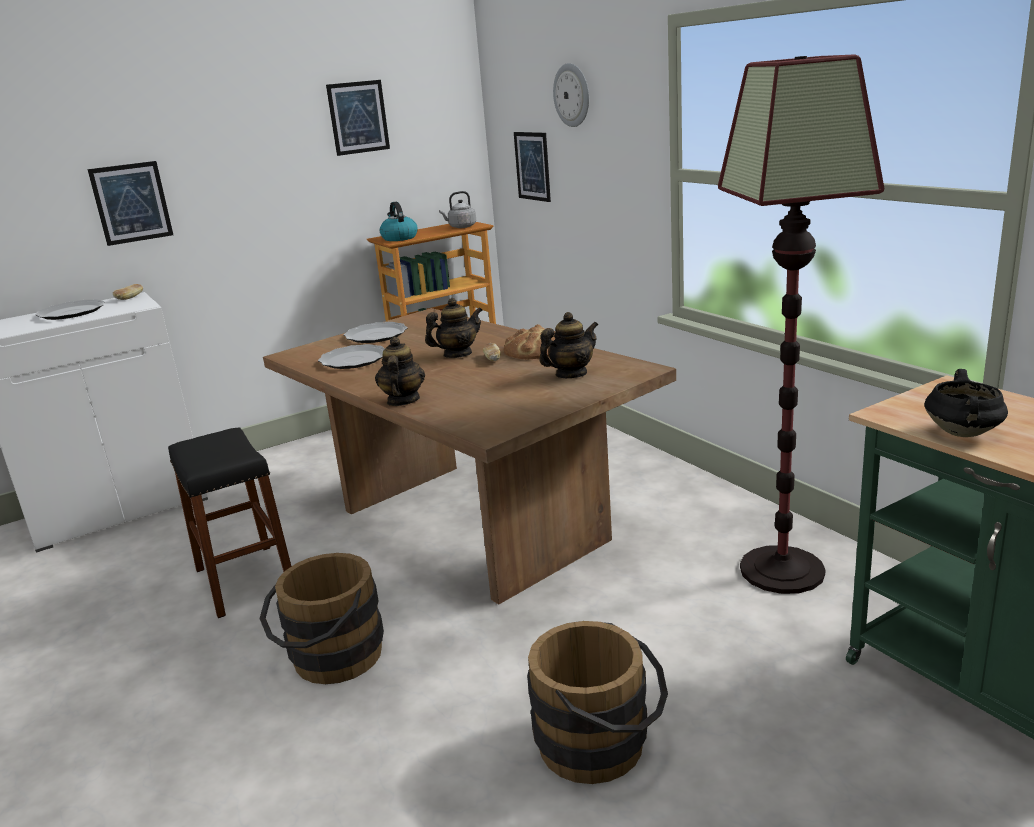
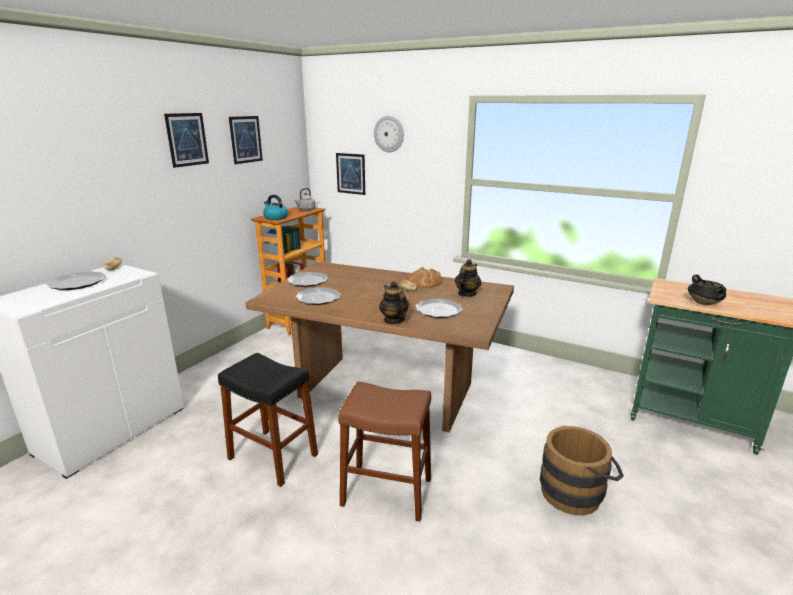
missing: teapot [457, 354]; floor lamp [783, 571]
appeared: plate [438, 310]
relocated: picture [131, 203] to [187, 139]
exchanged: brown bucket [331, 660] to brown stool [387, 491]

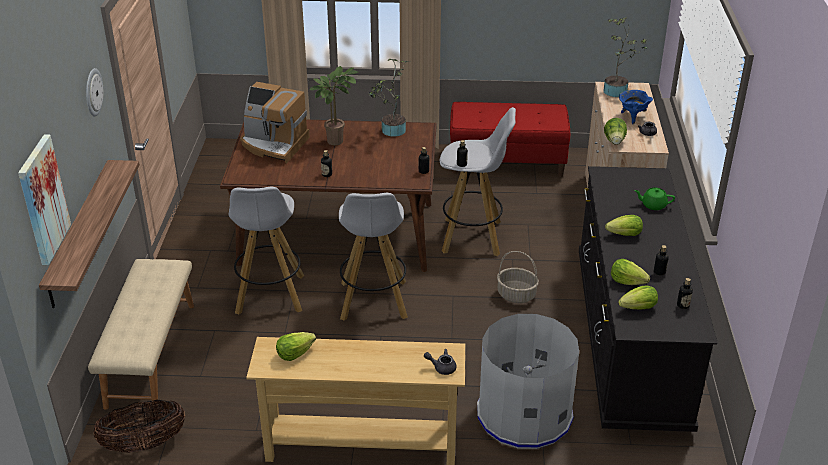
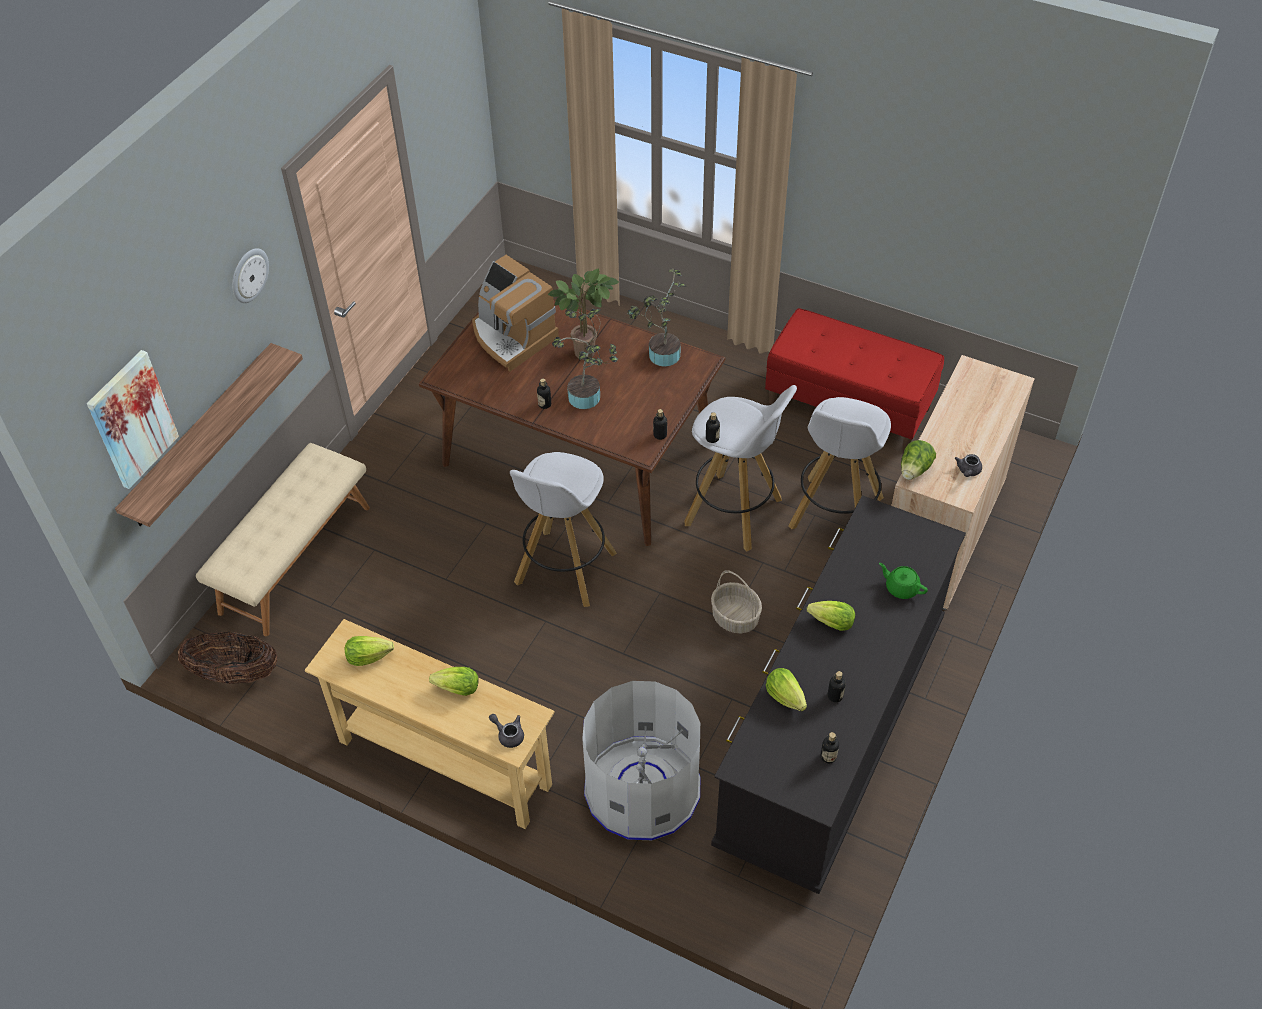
missing: blue cooking pot [632, 117]
relocated: lettuce [638, 308] to [458, 689]; potted plant [618, 91] to [588, 398]; white stool [270, 295] to [835, 514]

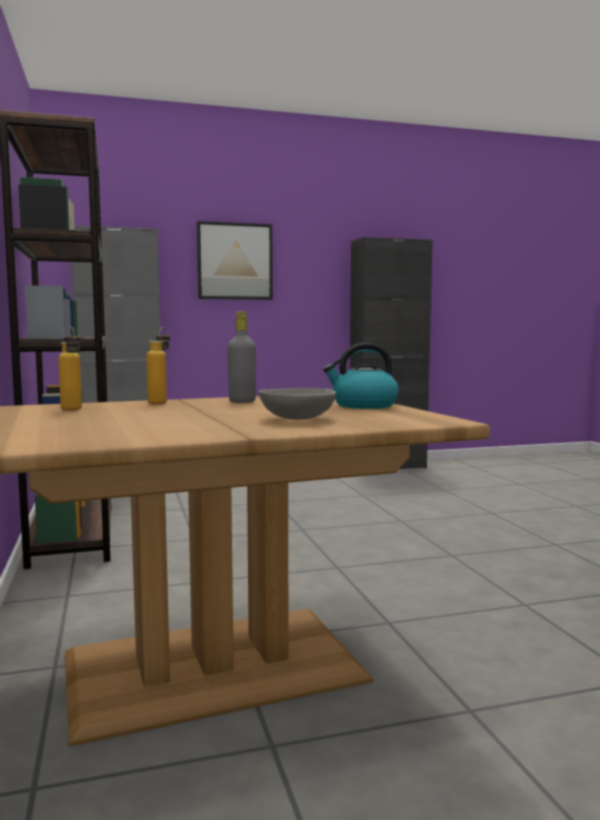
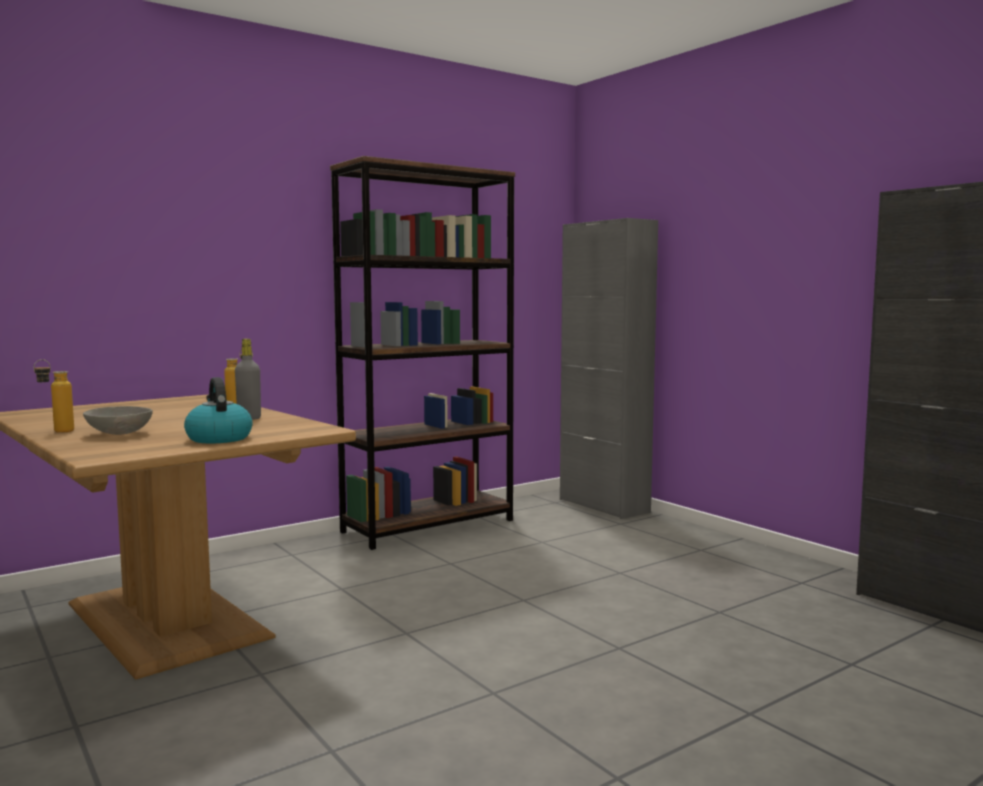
missing: picture [235, 261]
relocated: bottle [73, 410] to [56, 432]

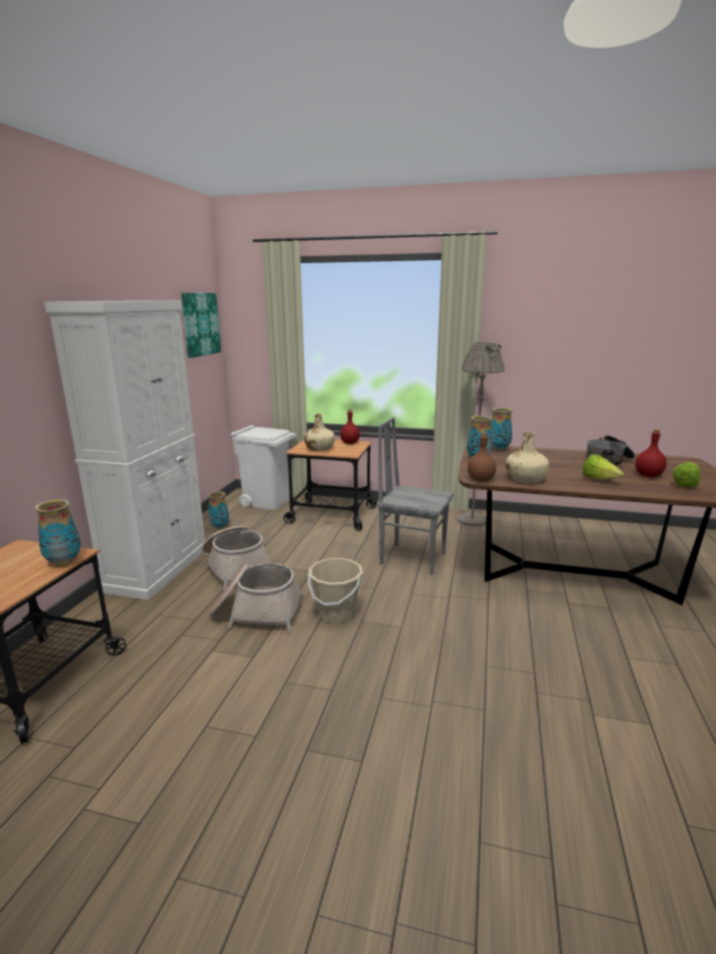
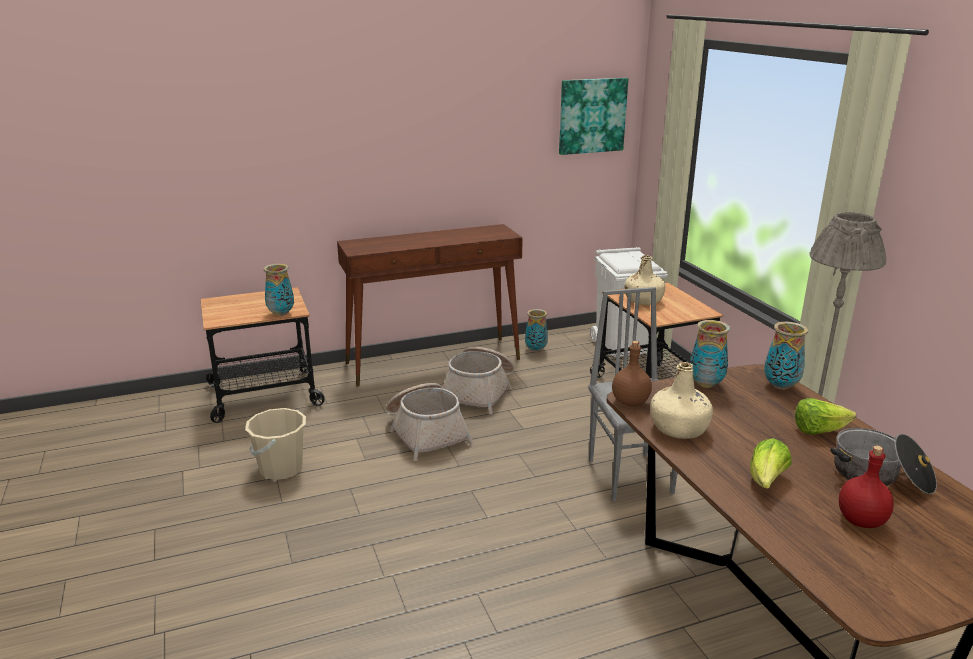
missing: red bottle [350, 443]
relocated: beige bucket [336, 613] to [281, 468]; lettuce [685, 484] to [818, 431]
exchanged: white cabinet [158, 569] to brown console table [434, 361]

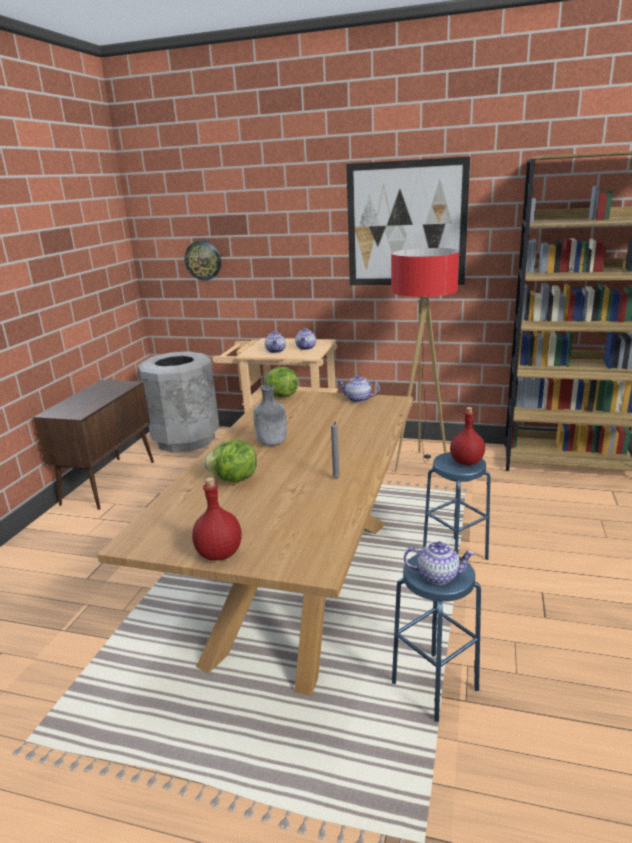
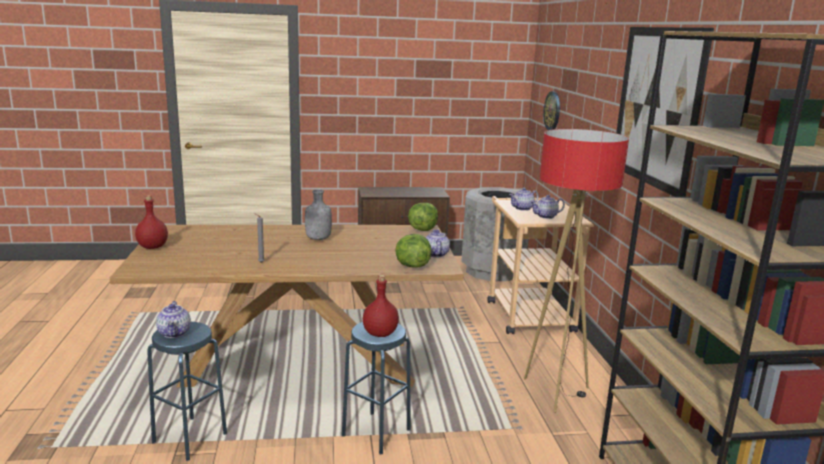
relocated: lettuce [234, 480] to [411, 266]

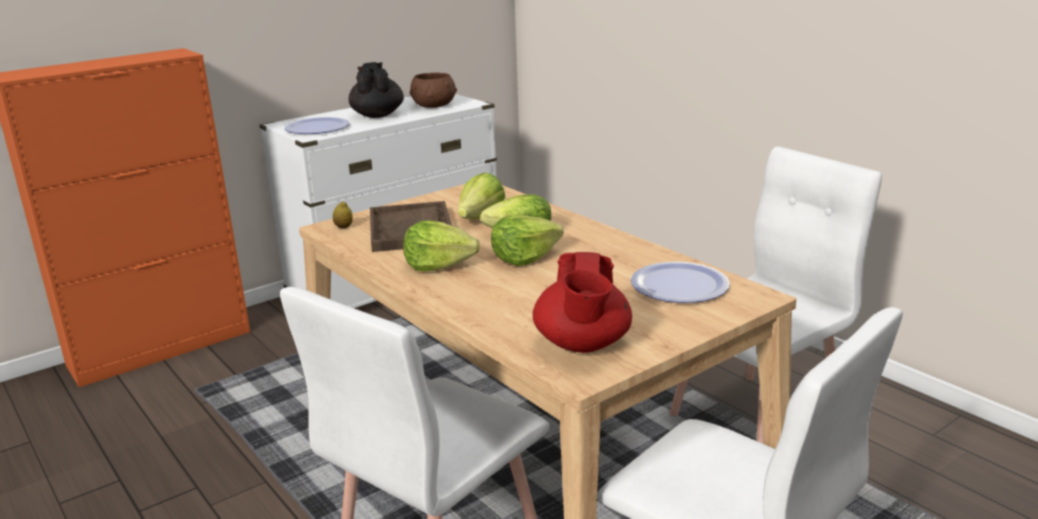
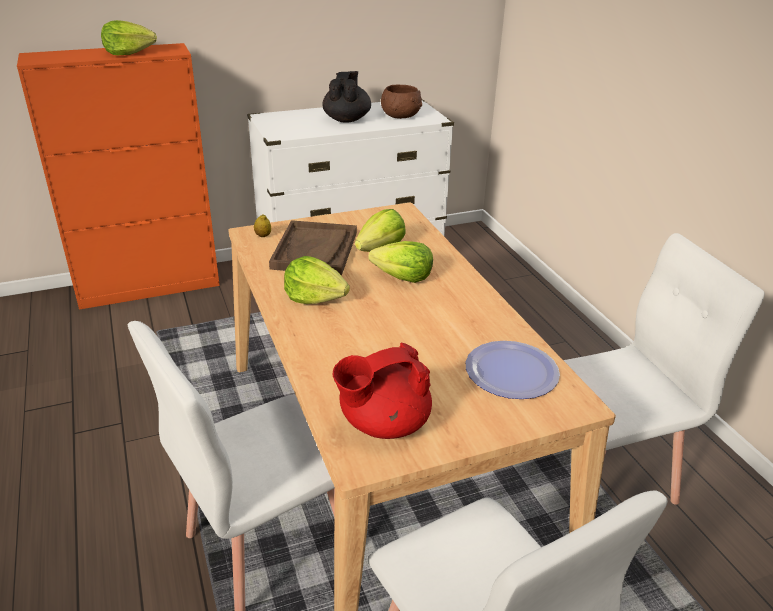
missing: plate [317, 128]
relocated: lettuce [524, 258] to [128, 53]
spun: red teapot [582, 345] = [382, 424] 45 degrees clockwise

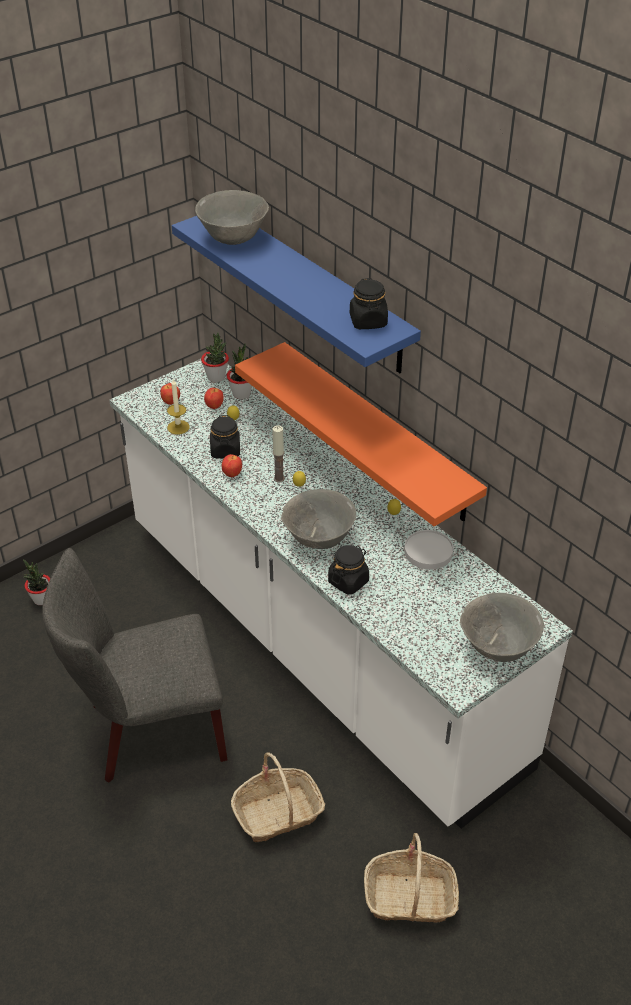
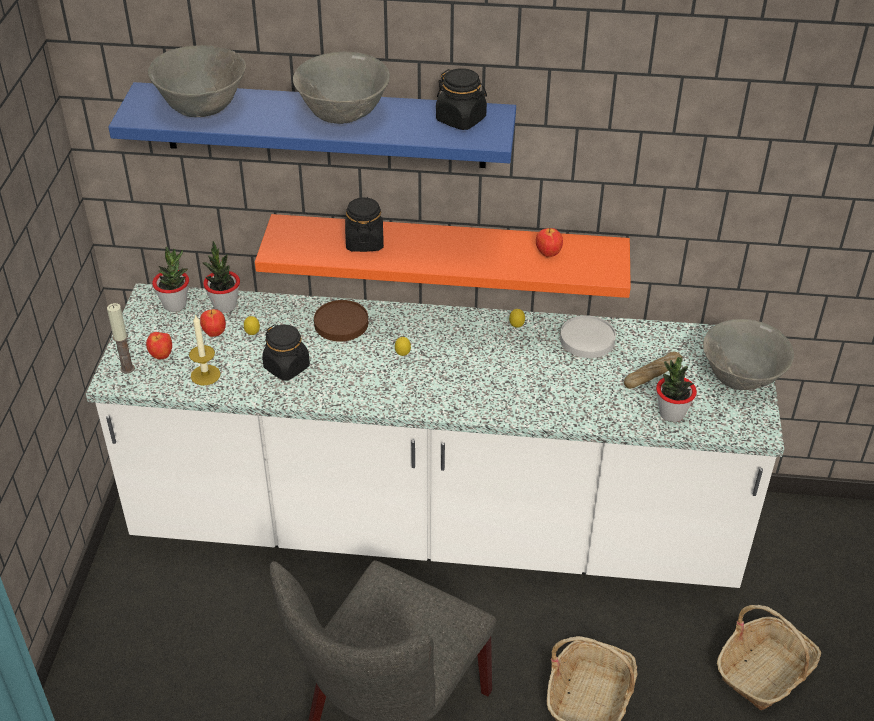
appeared: brown plate [341, 324]; bread [652, 375]
relocated: candle [279, 478] to [127, 369]; grey bowl [319, 539] to [343, 116]; black jar [348, 581] to [364, 242]; apple [232, 474] to [547, 254]; potted plant [41, 599] to [671, 413]

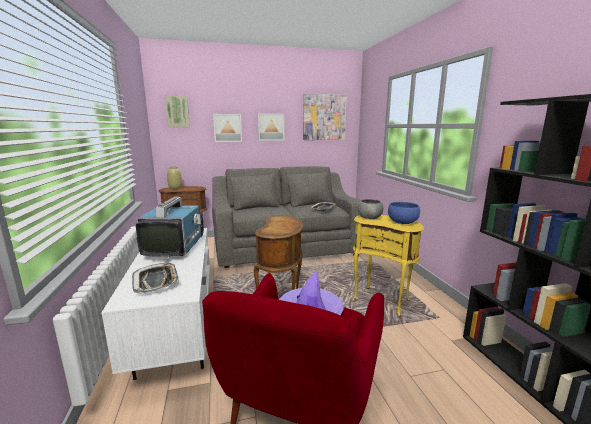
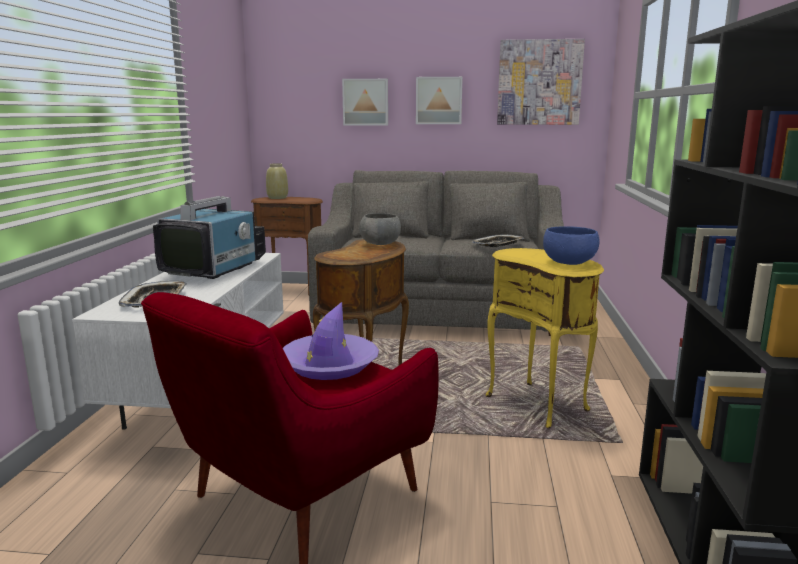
missing: picture [177, 111]
relocated: grey bowl [369, 218] to [379, 244]

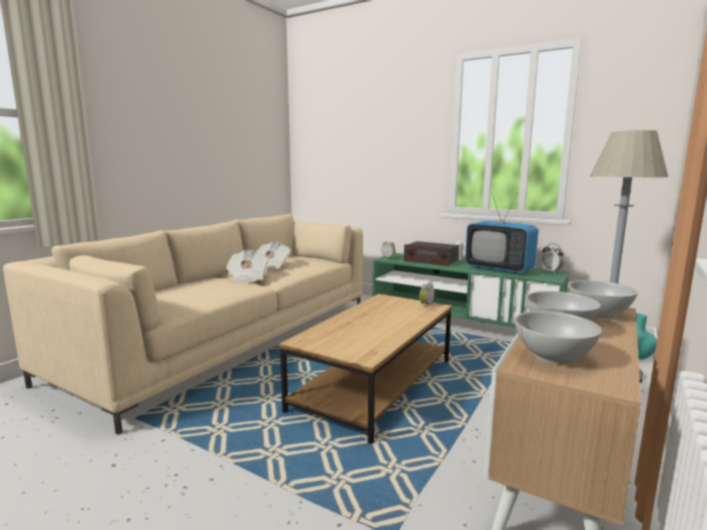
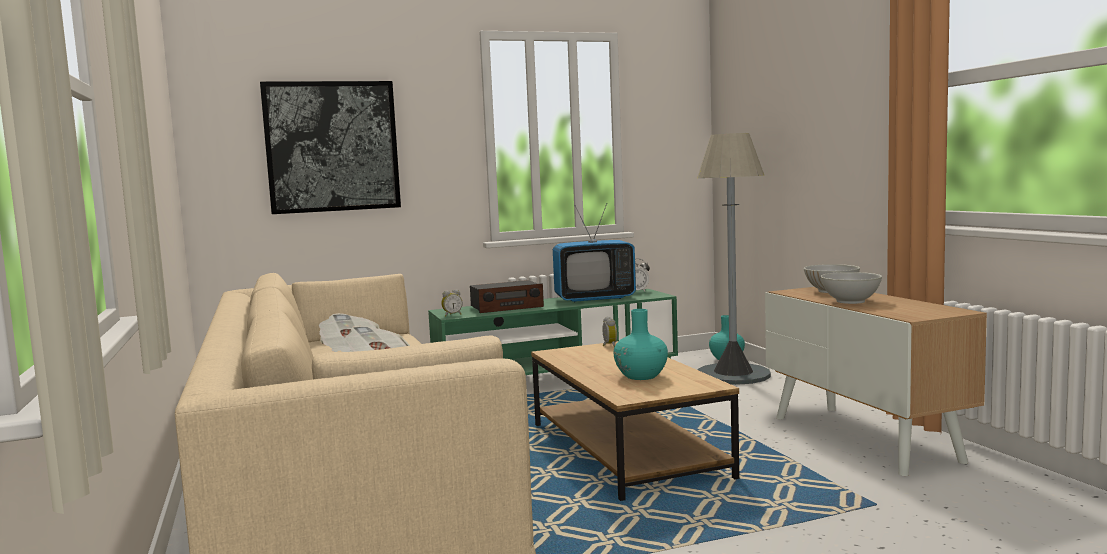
missing: white bowl [553, 356]
appeared: picture [332, 146]; turquoise vase [641, 376]

